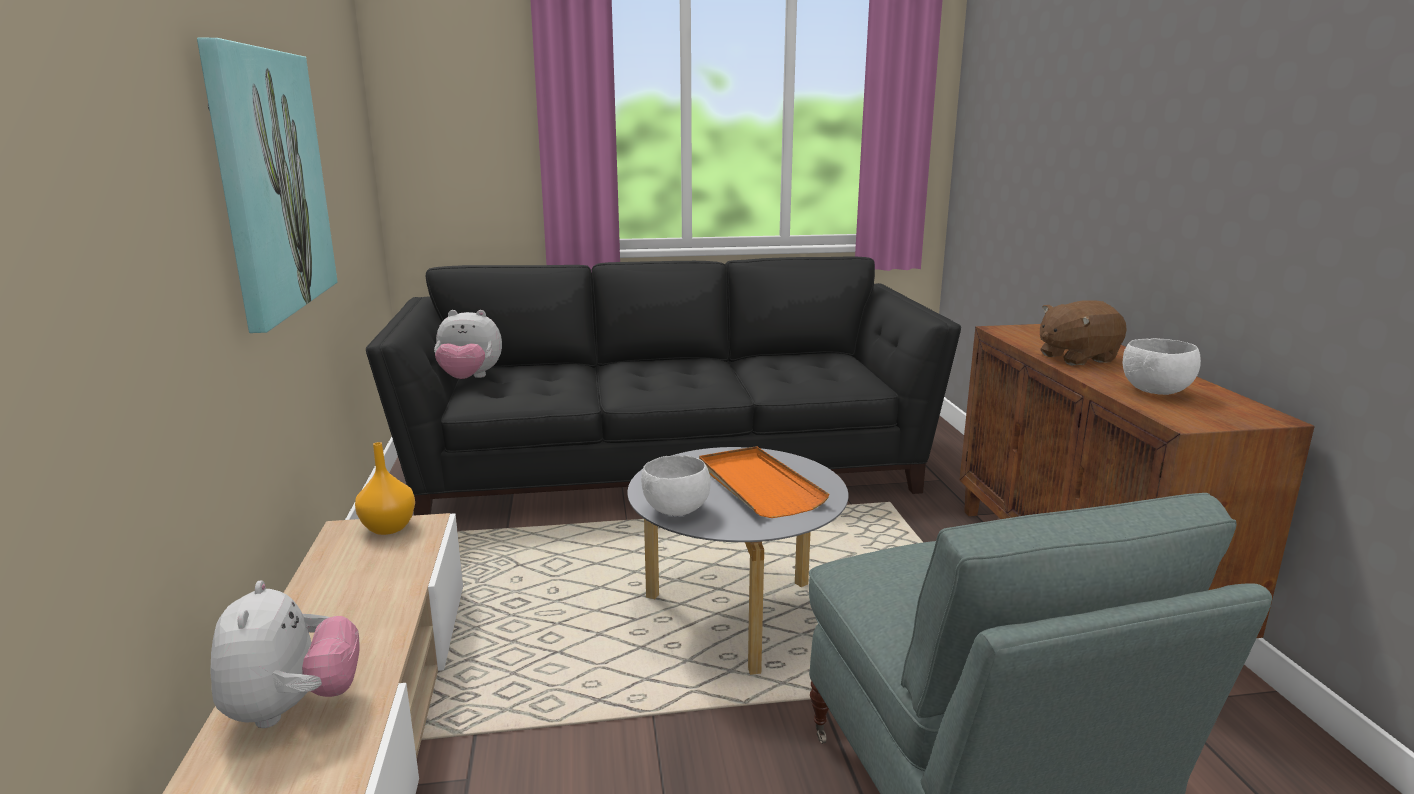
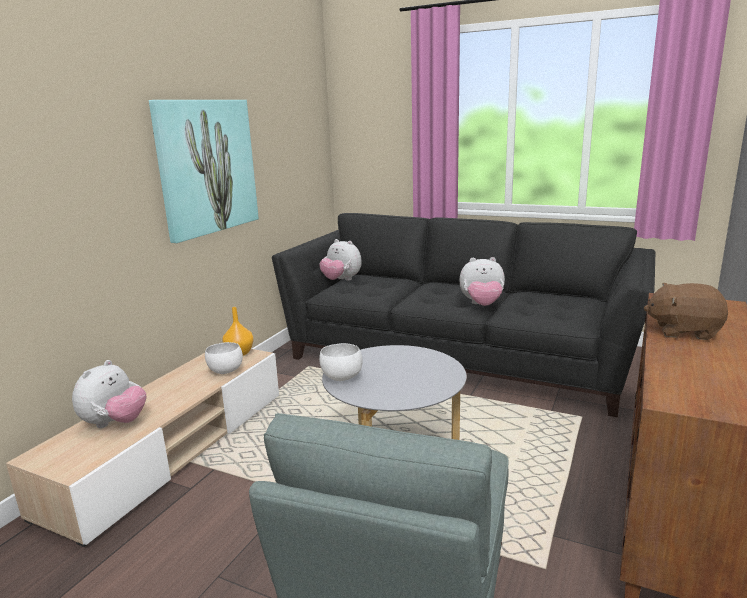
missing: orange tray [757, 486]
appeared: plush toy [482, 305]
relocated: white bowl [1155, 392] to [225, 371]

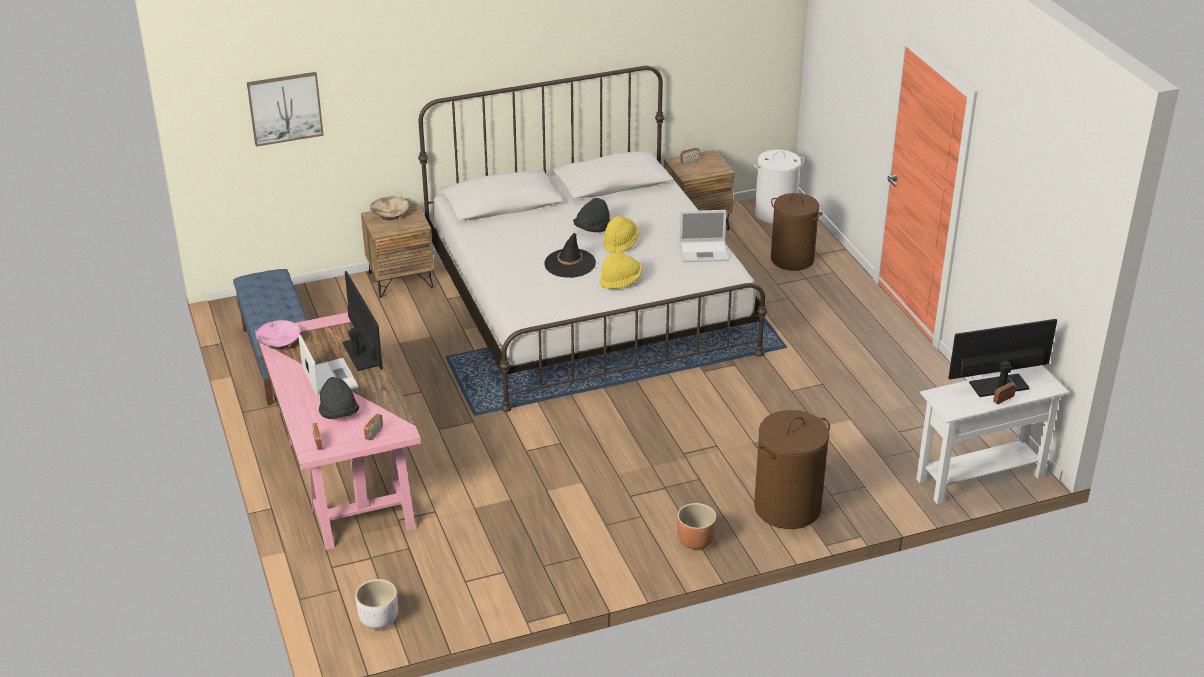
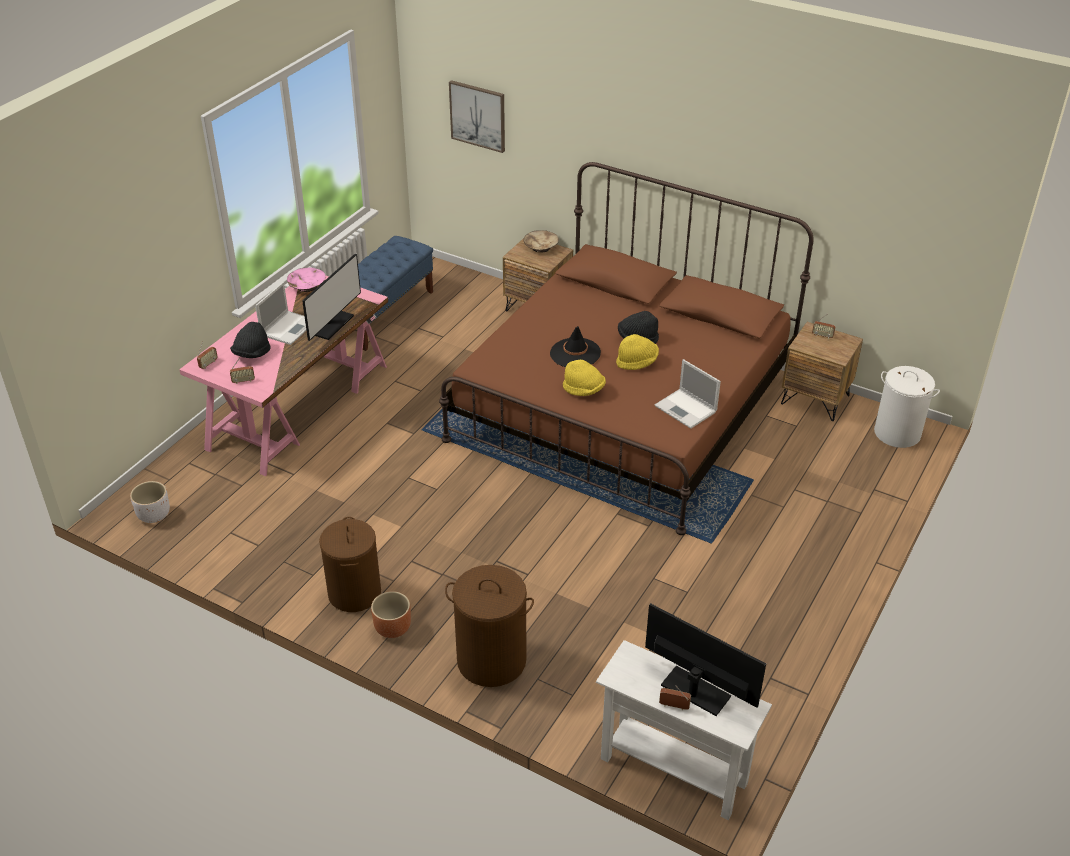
relocated: brown laundry basket [792, 259] to [354, 593]
colour: white bed [587, 307] to brown bed [622, 408]

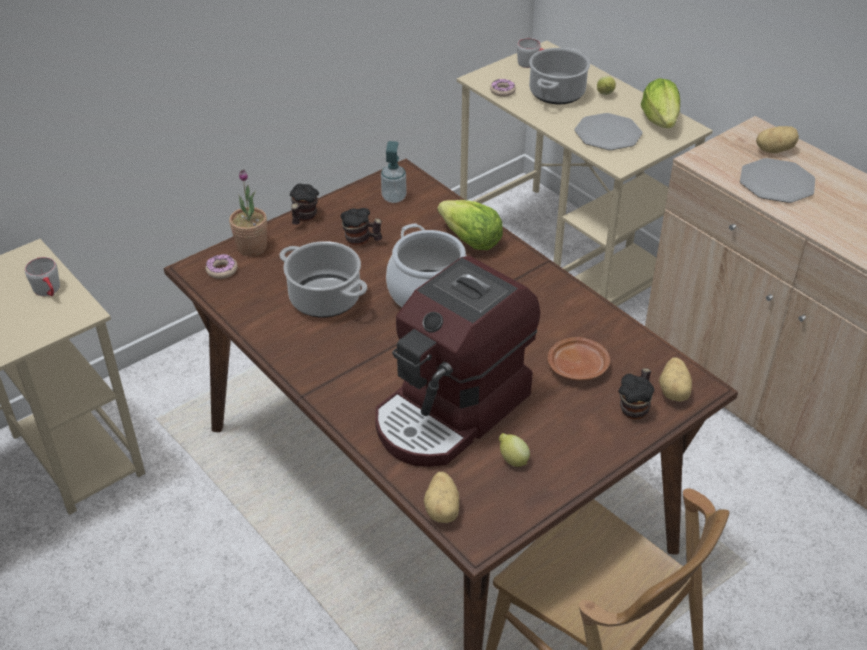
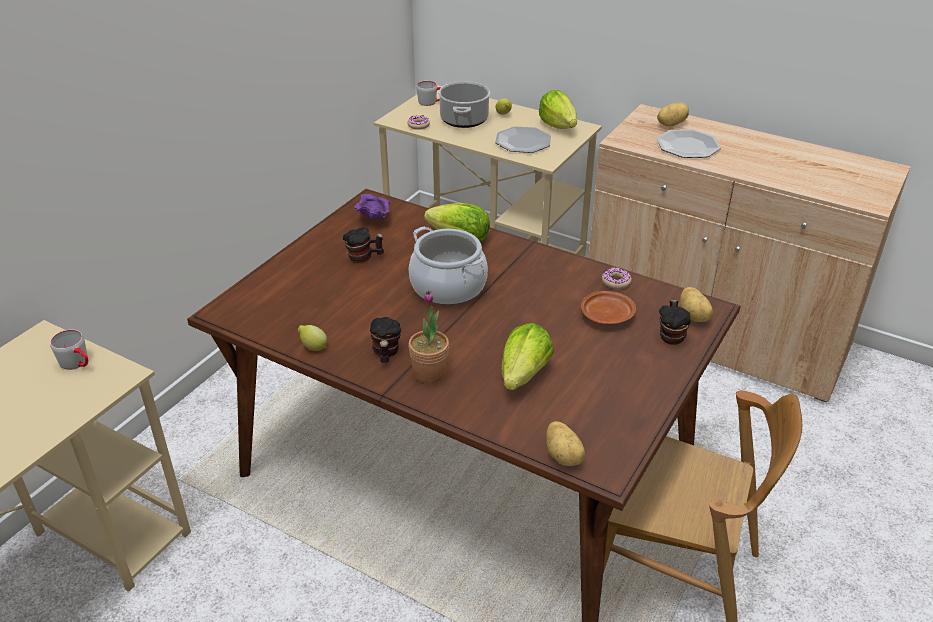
missing: cooking pot [324, 298]
relocated: lemon [512, 460] to [313, 347]; mug [303, 218] to [385, 354]; potted plant [251, 247] to [429, 373]; donut [222, 270] to [616, 282]
exchanged: soap dispenser [394, 197] to purple bowl [373, 219]; coffee machine [452, 411] to lettuce [524, 375]

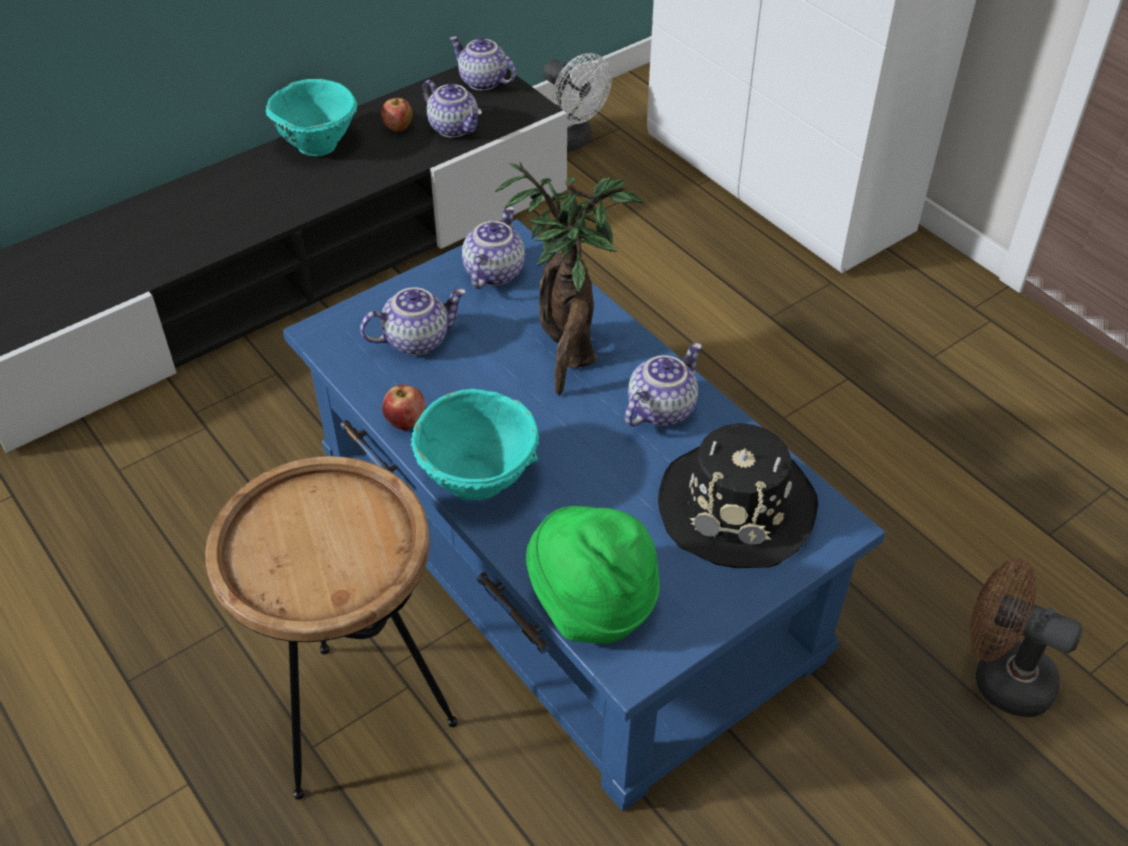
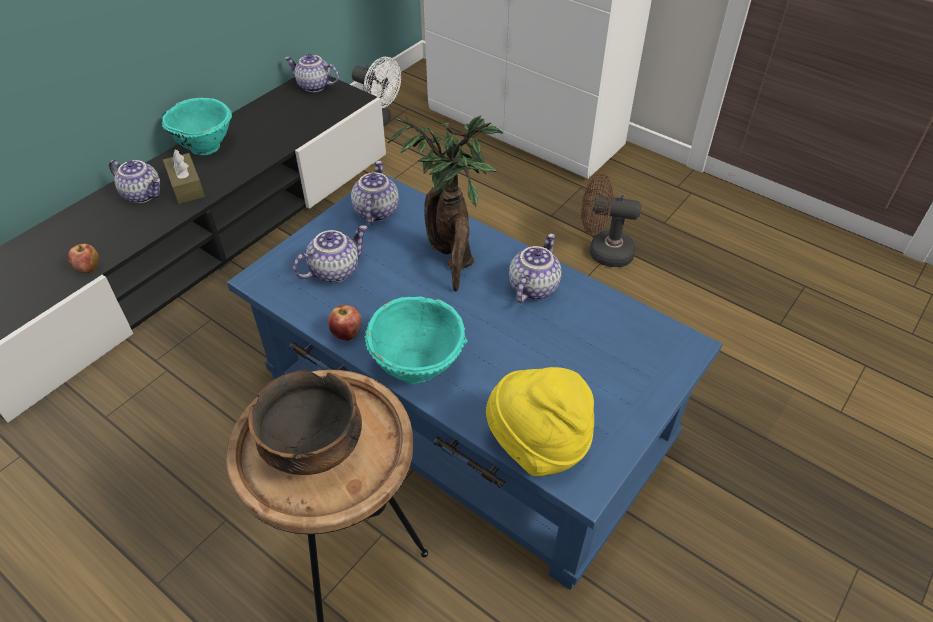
missing: black hat [737, 506]
appeared: brown tissue box [186, 186]; bowl [315, 449]
relocated: apple [398, 128] to [89, 268]; teapot [455, 127] to [143, 194]; brown fan [1000, 677] to [603, 251]
colour: green hat [592, 605] to yellow hat [538, 444]

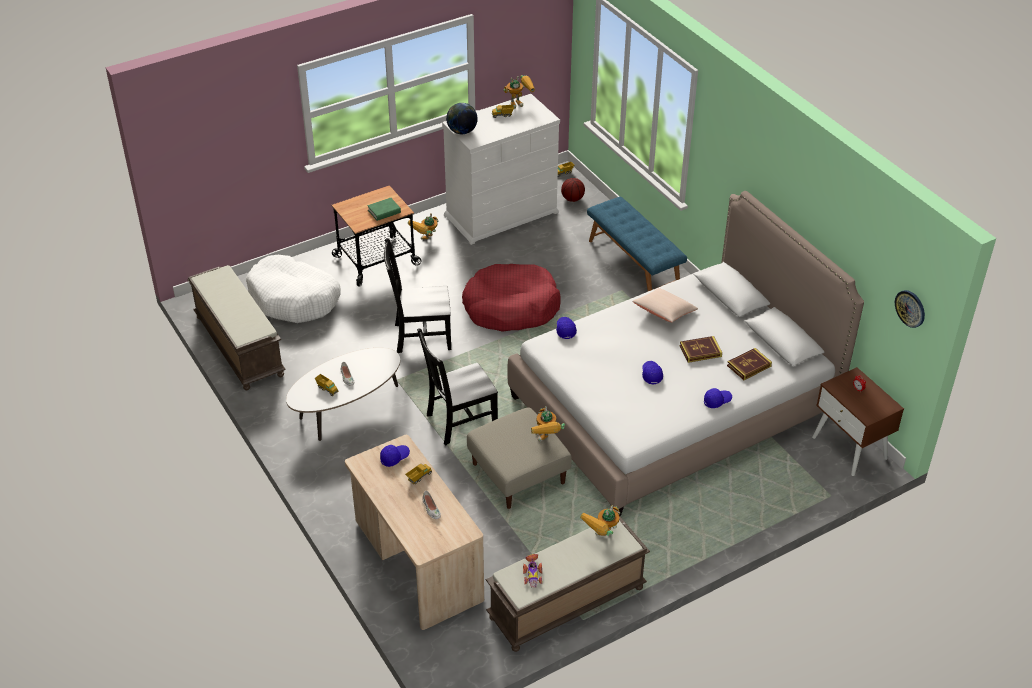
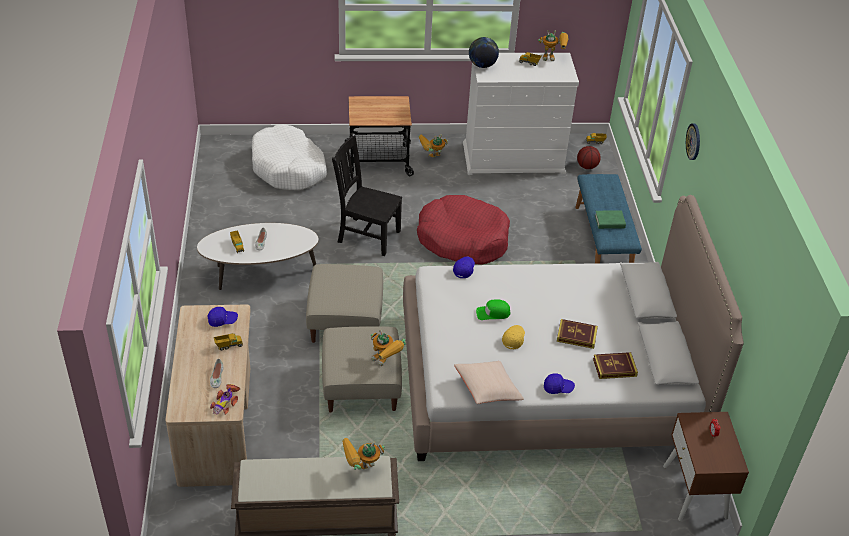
missing: brown bench [238, 345]
appeared: green cap [493, 313]
relocated: toy car [532, 573] to [225, 402]; beige pillow [664, 312] to [487, 389]; green book [384, 212] to [609, 222]; wall clock [910, 308] to [694, 141]
exchanged: black chair [459, 422] to beige ottoman [345, 319]
colour: blue cap [651, 375] to yellow cap [513, 339]
spun: toy robot [546, 440] = [386, 362] 60 degrees counterclockwise

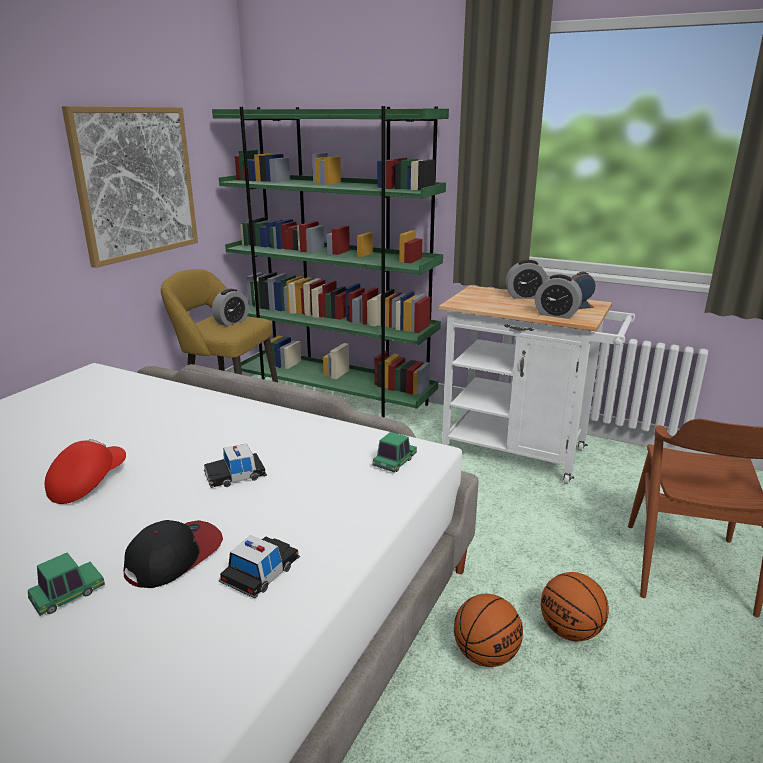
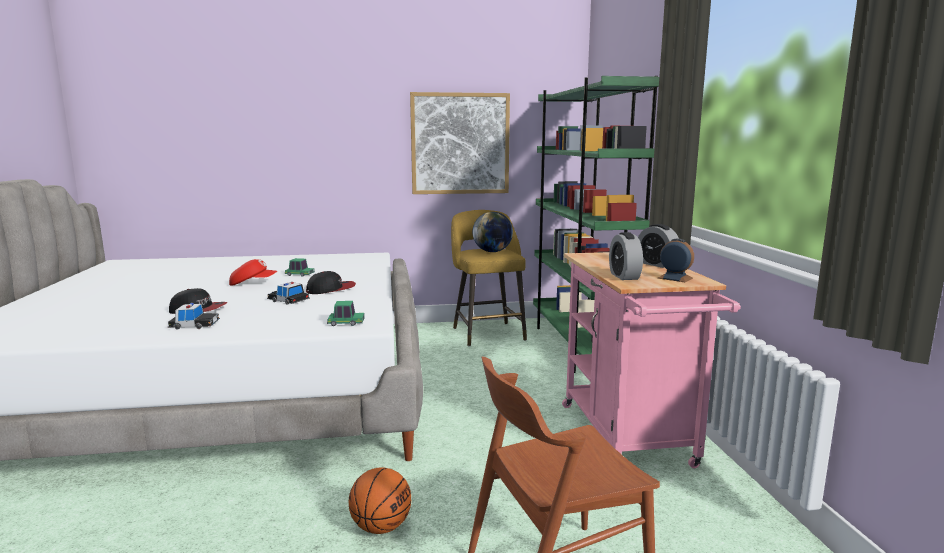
missing: basketball [485, 655]
appeared: cap [331, 289]
relocated: toy car [68, 595] to [299, 274]
exchanged: alarm clock [231, 322] to globe [492, 251]
colour: white cart [523, 453] to pink cart [630, 439]

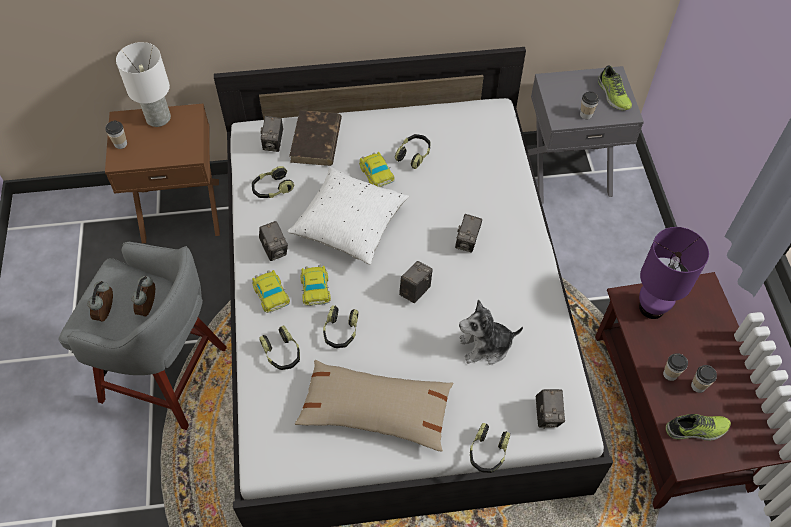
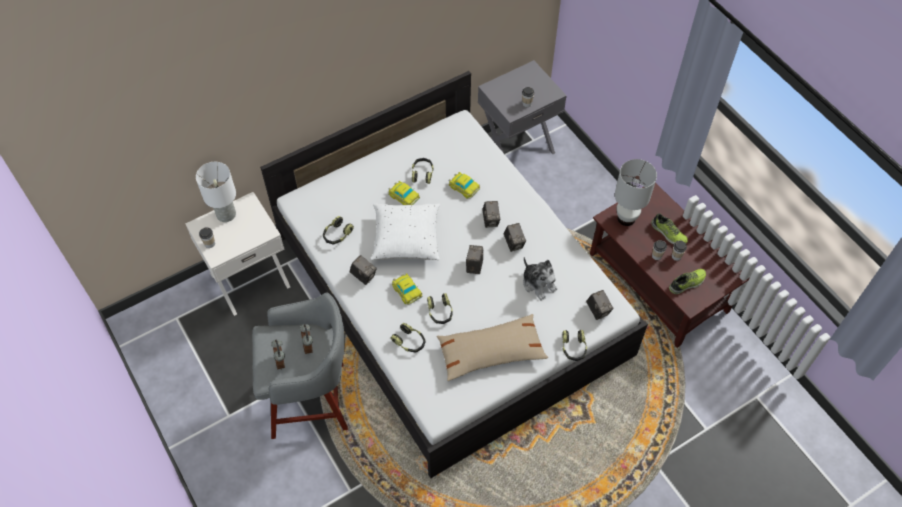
missing: brown book [316, 141]
relocated: toy car [270, 293] to [463, 187]; photo camera [273, 143] to [514, 243]; shoe [613, 95] to [668, 233]
colour: brown nightstand [181, 209] to white nightstand [249, 279]; purple table lamp [652, 308] to white table lamp [626, 218]
spun: plush toy [486, 346] = [538, 283] 90 degrees counterclockwise

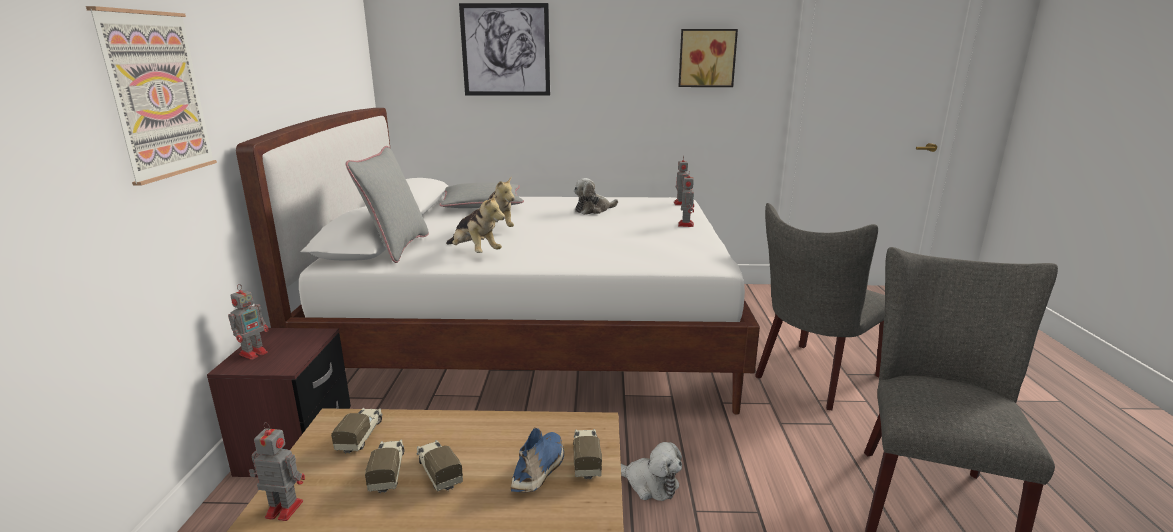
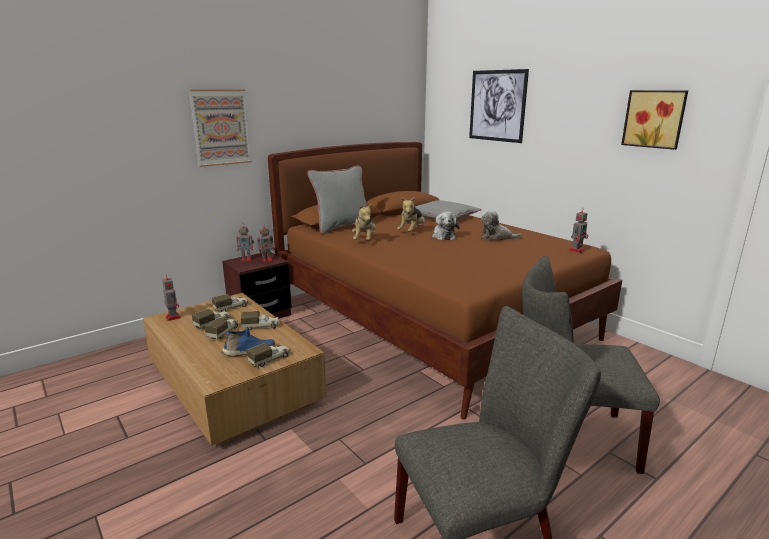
appeared: toy truck [261, 326]
relocated: toy robot [686, 224] to [267, 260]; plush toy [649, 484] to [443, 236]
colour: white bed [533, 338] to brown bed [431, 318]

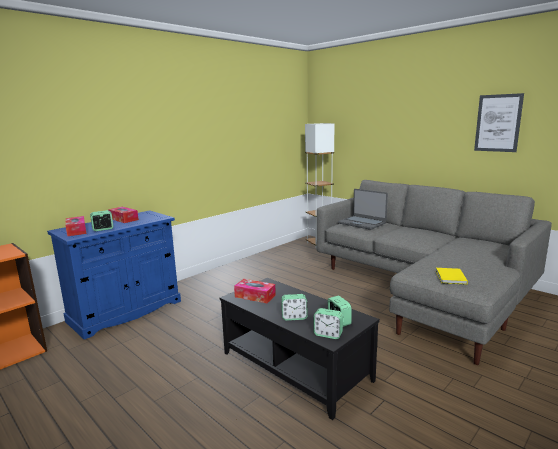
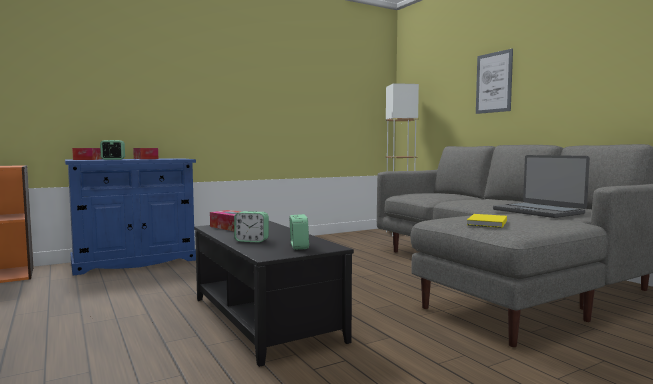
missing: alarm clock [328, 334]
relocated: picture [498, 123] to [494, 82]; laptop [362, 223] to [538, 211]

